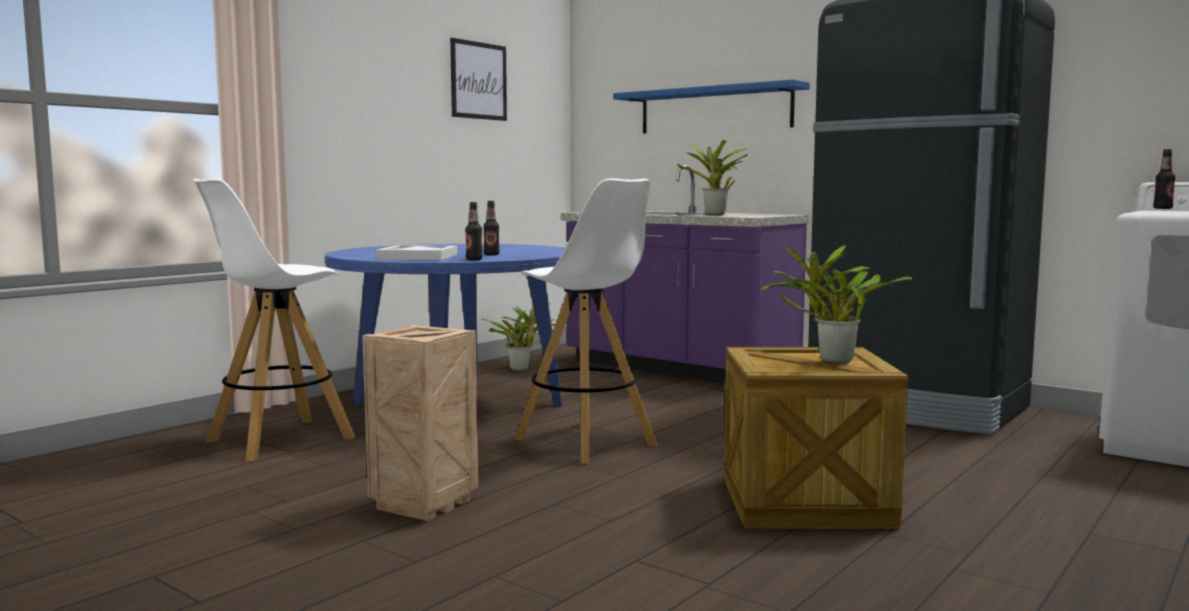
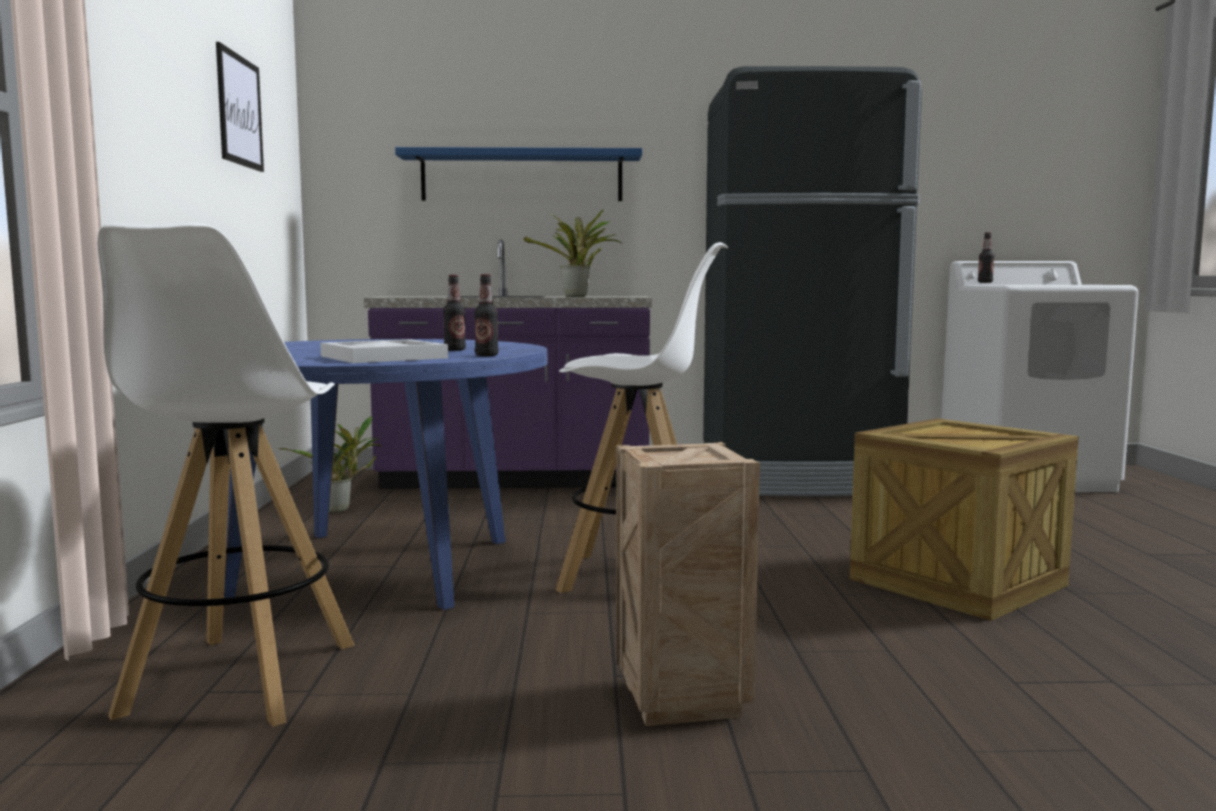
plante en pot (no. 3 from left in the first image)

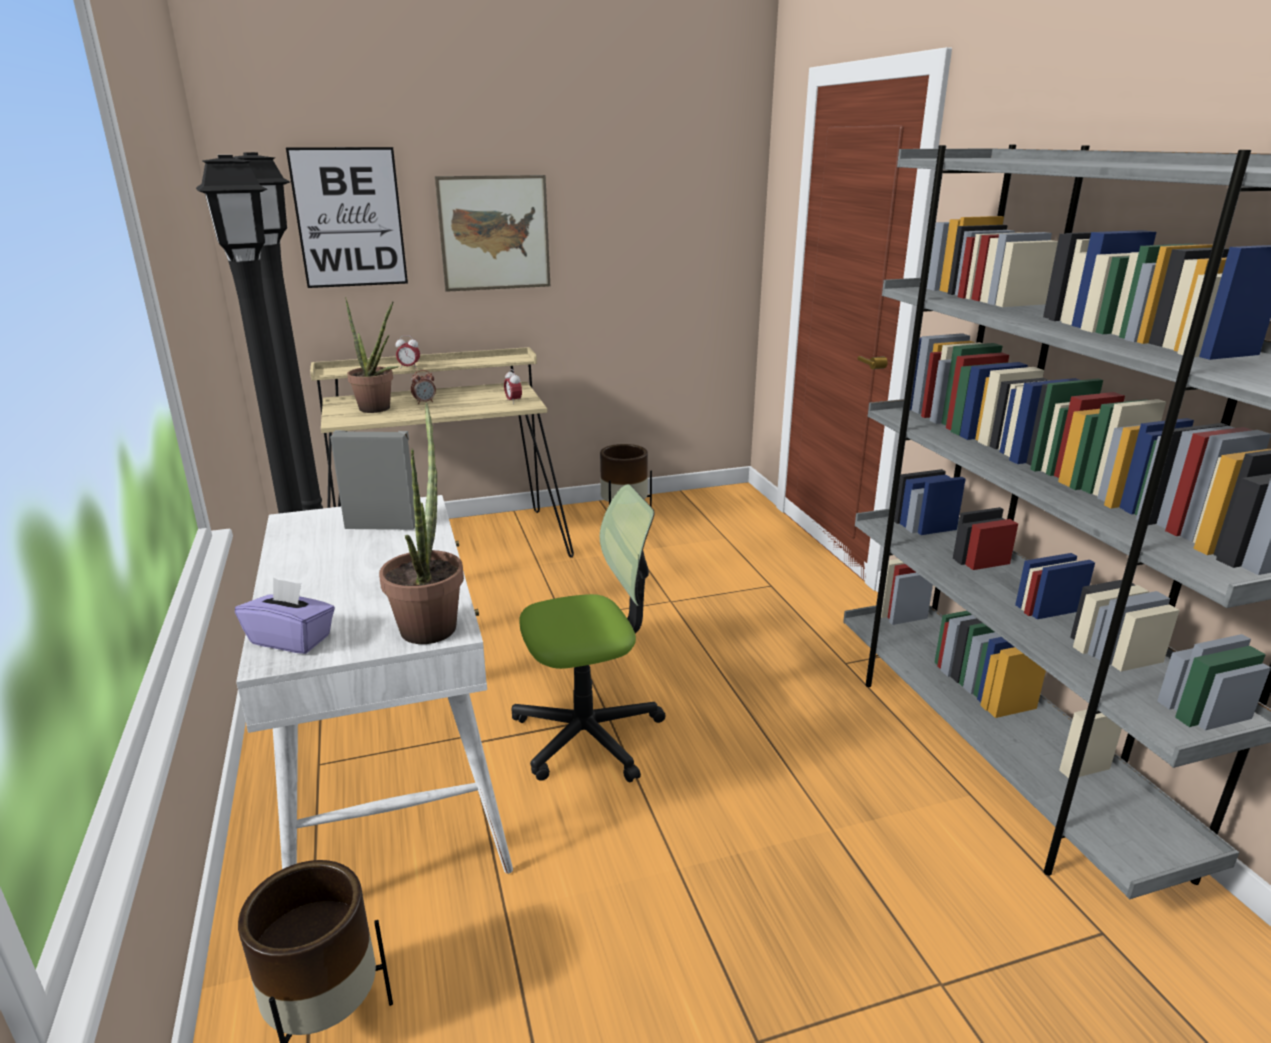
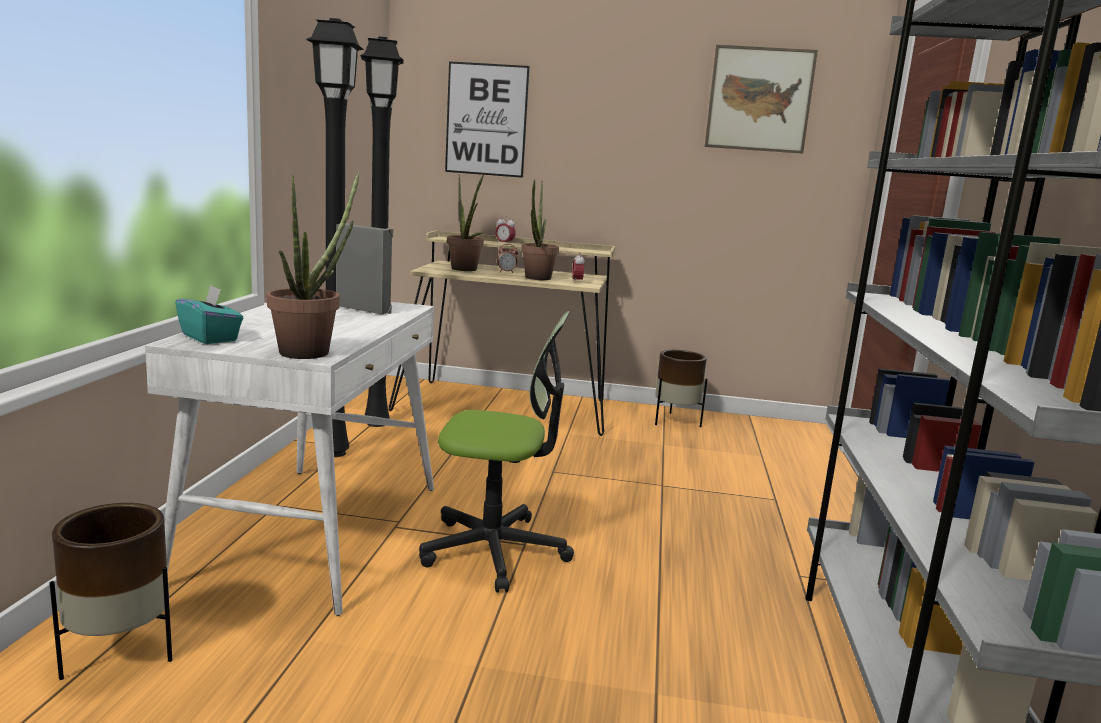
boîte à mouchoirs (turquoise)
tableau (no. 2 from left)
plante en pot (no. 3 from left)

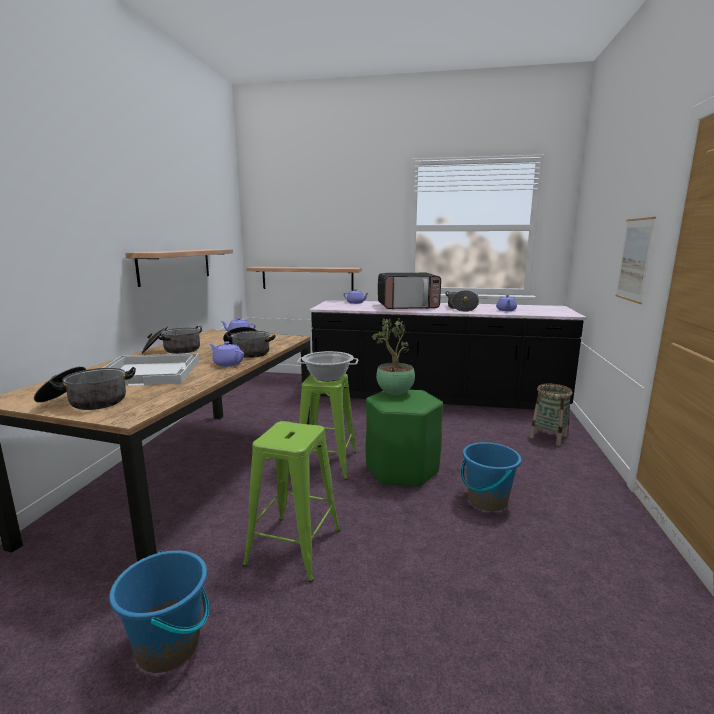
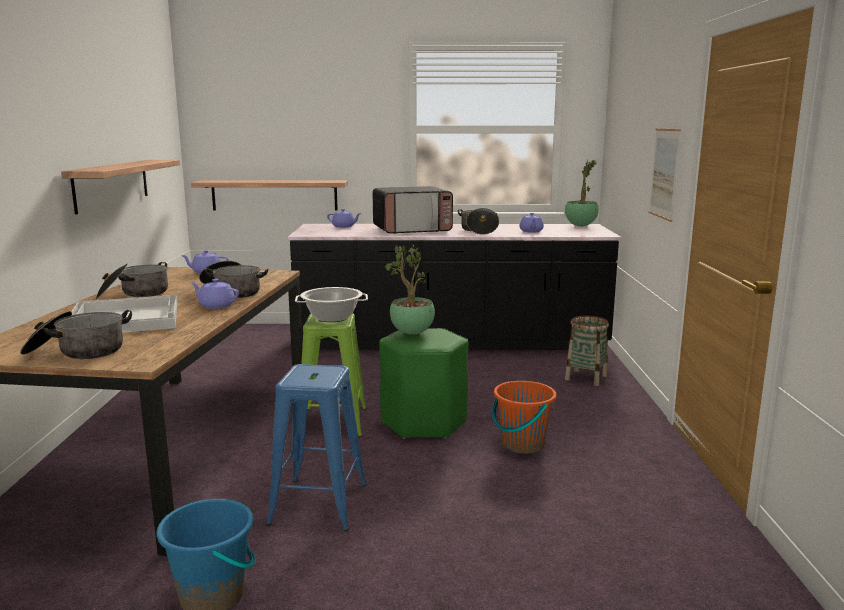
tabouret (bleu)
seau (orange)
plante en pot (no. 2 from left)

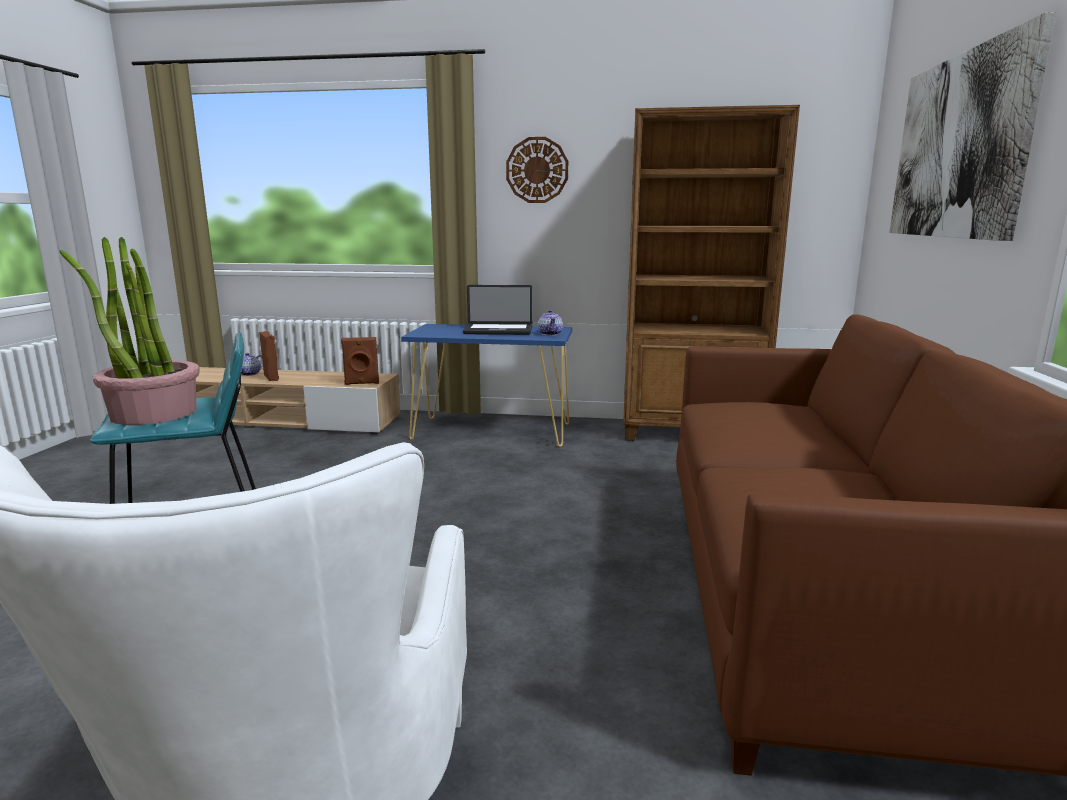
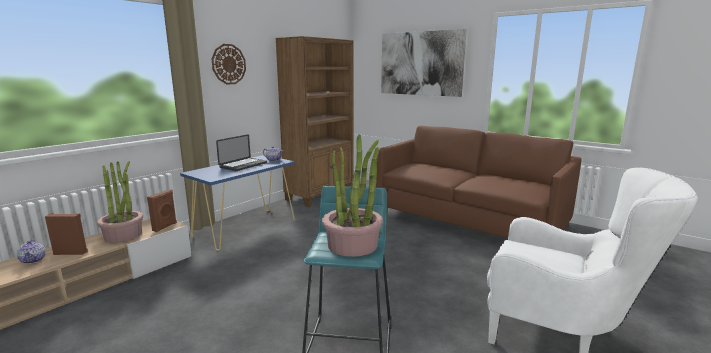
plante en pot (no. 1 from left)

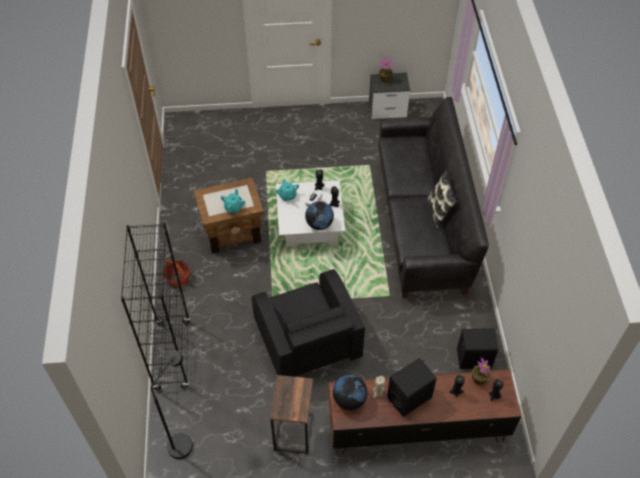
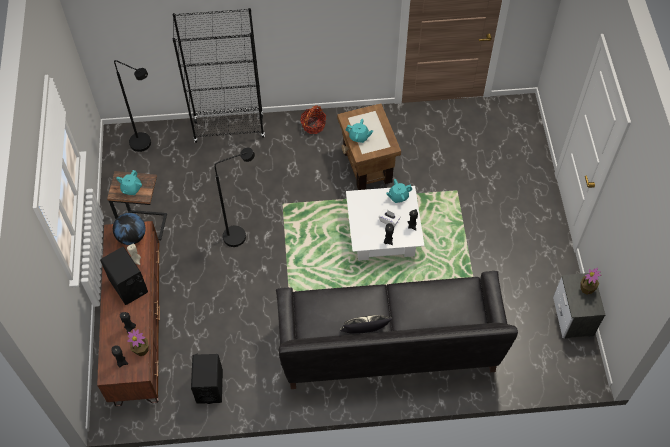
lampadaire (noir) (no. 2 from left)
globe (no. 1 from left in the first image)
théière (turquoise) (no. 1 from left)

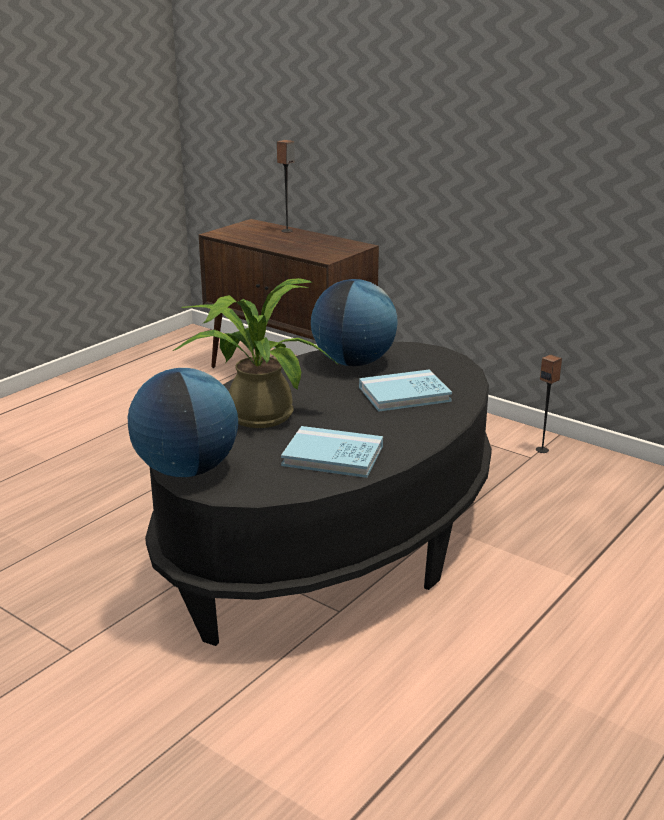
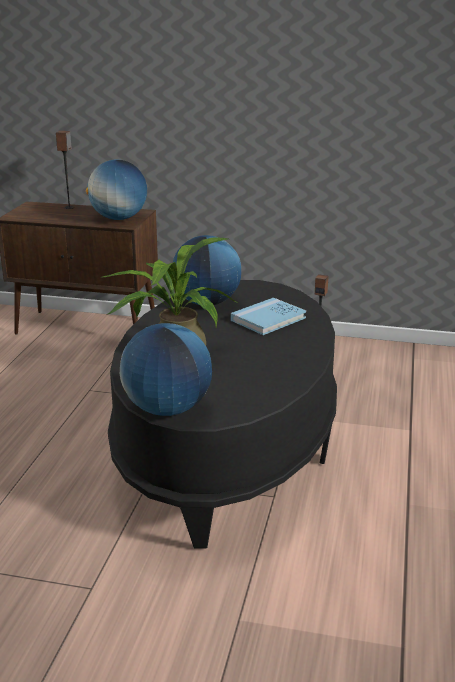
livre (bleu) (no. 1 from left in the first image)
globe (no. 1 from left)

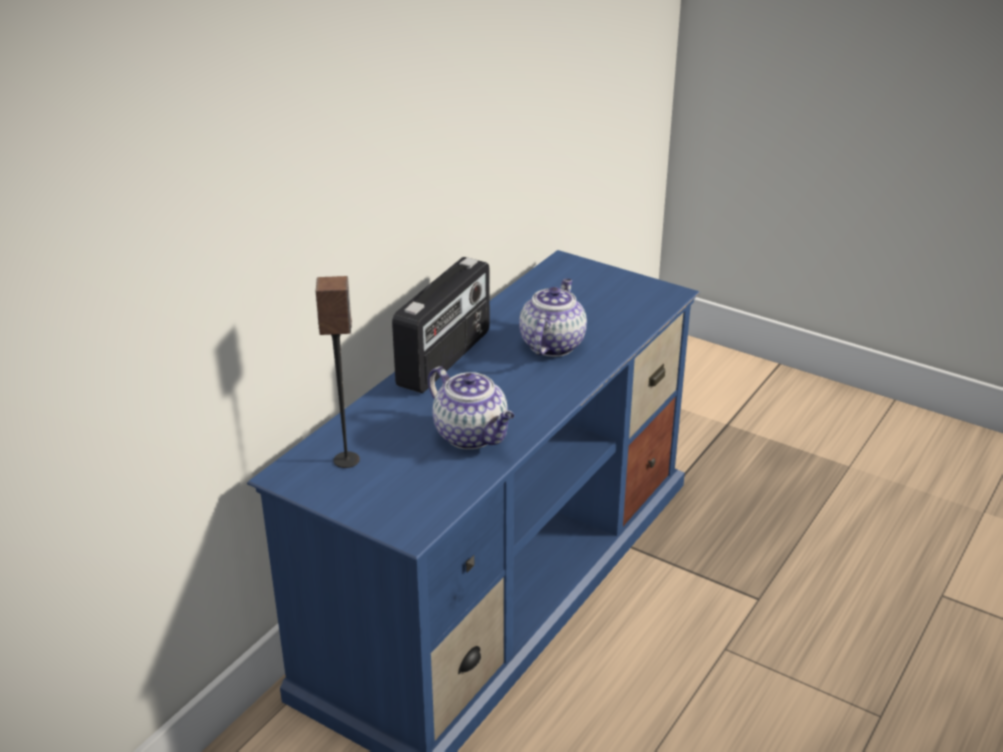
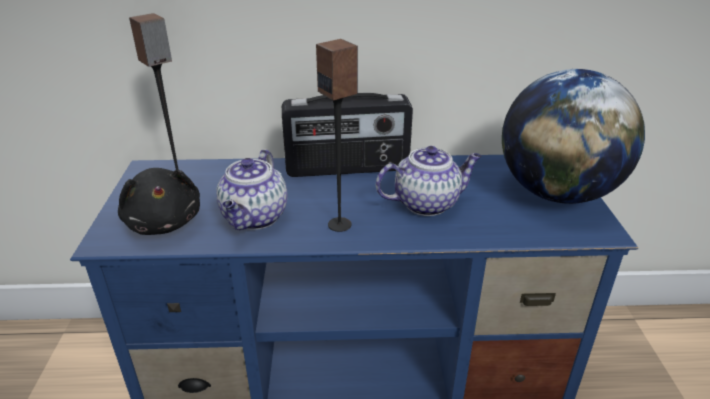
peluche (noir)
enceinte (no. 2 from left)
globe

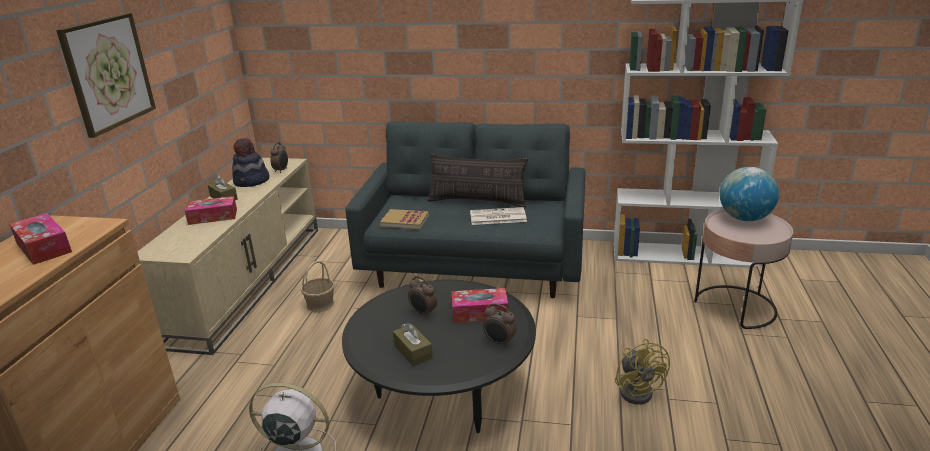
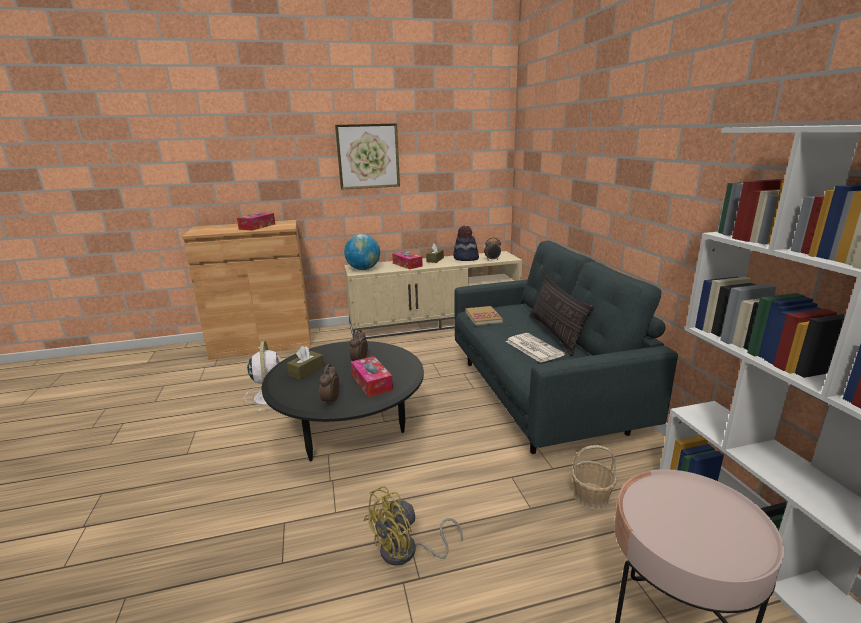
panier
globe

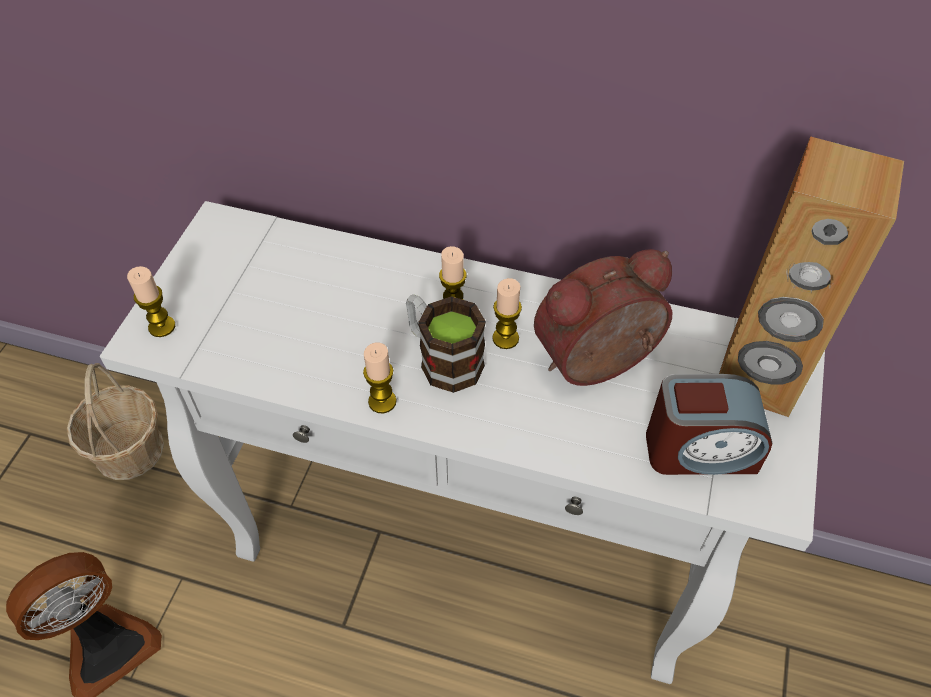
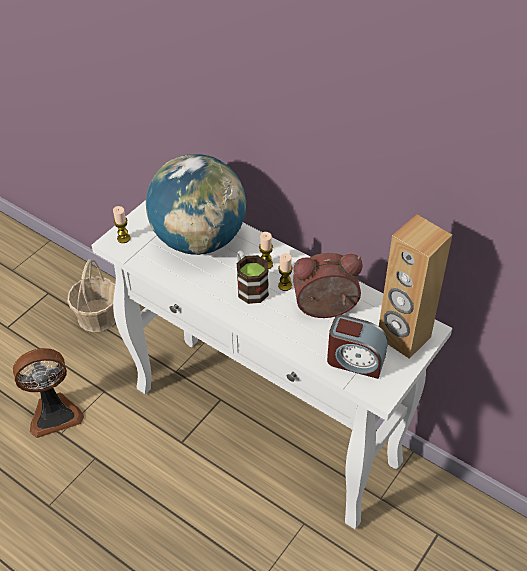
bougie (no. 2 from left in the first image)
globe

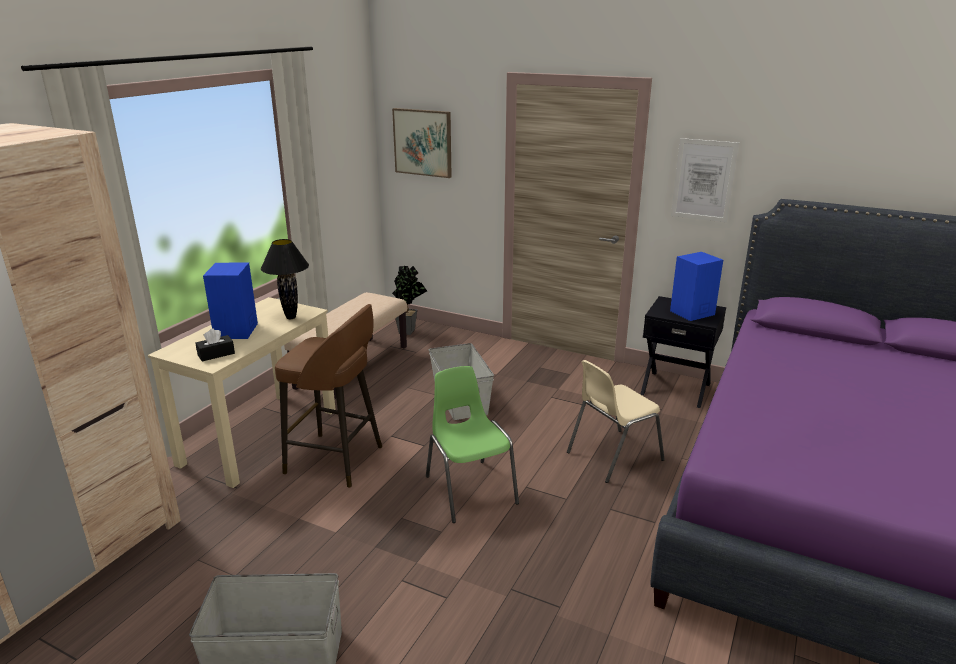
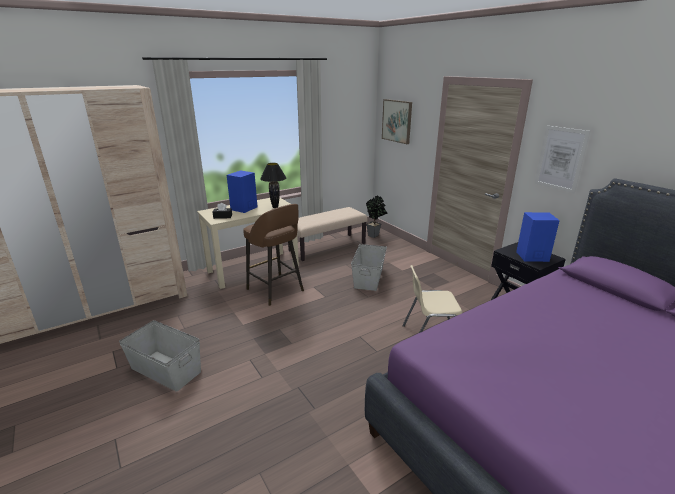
chaise (vert)

